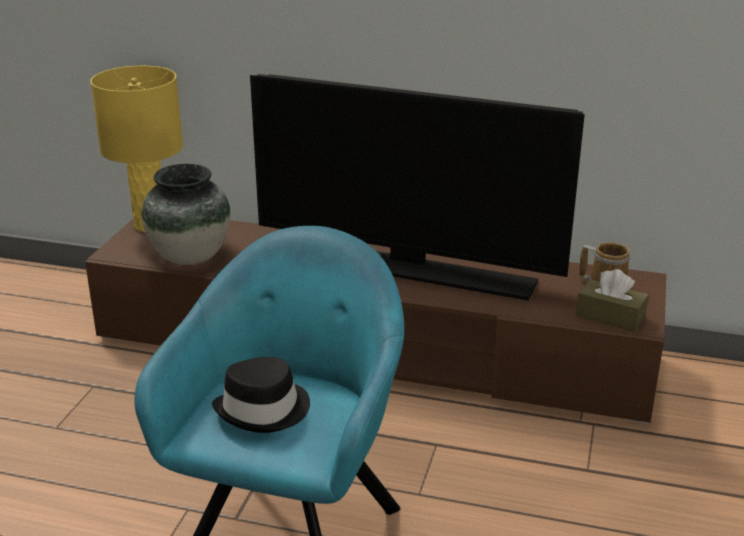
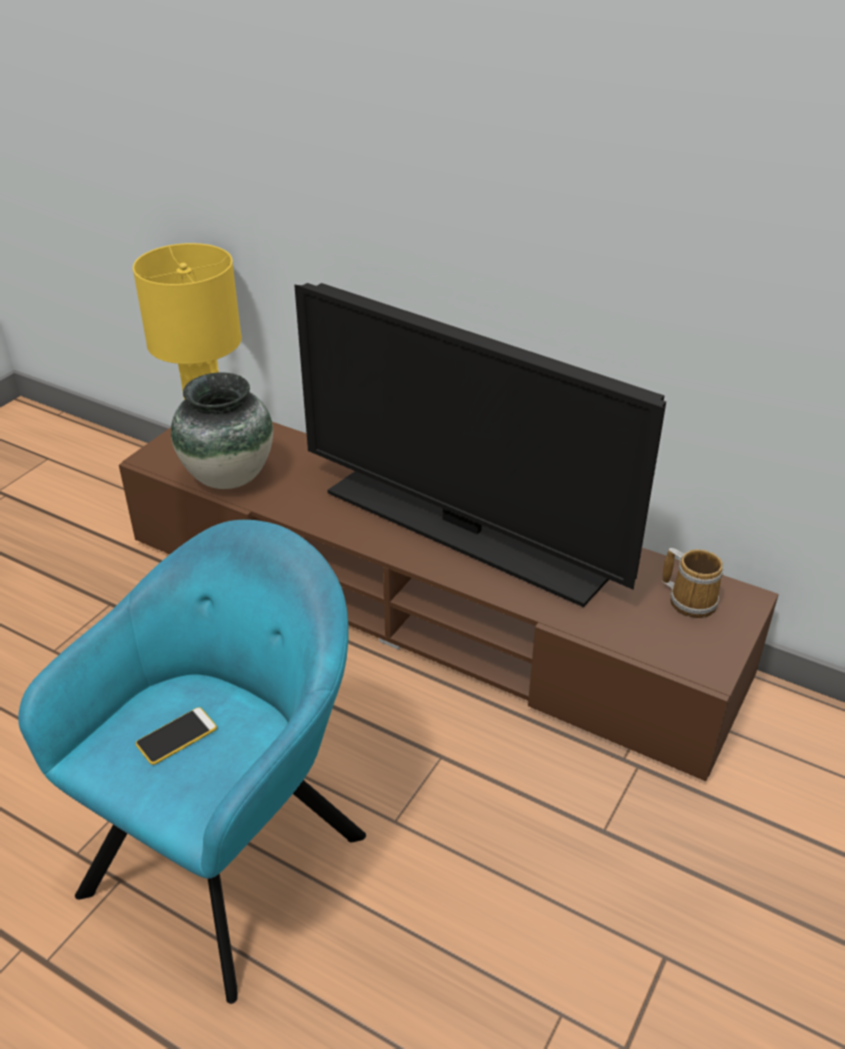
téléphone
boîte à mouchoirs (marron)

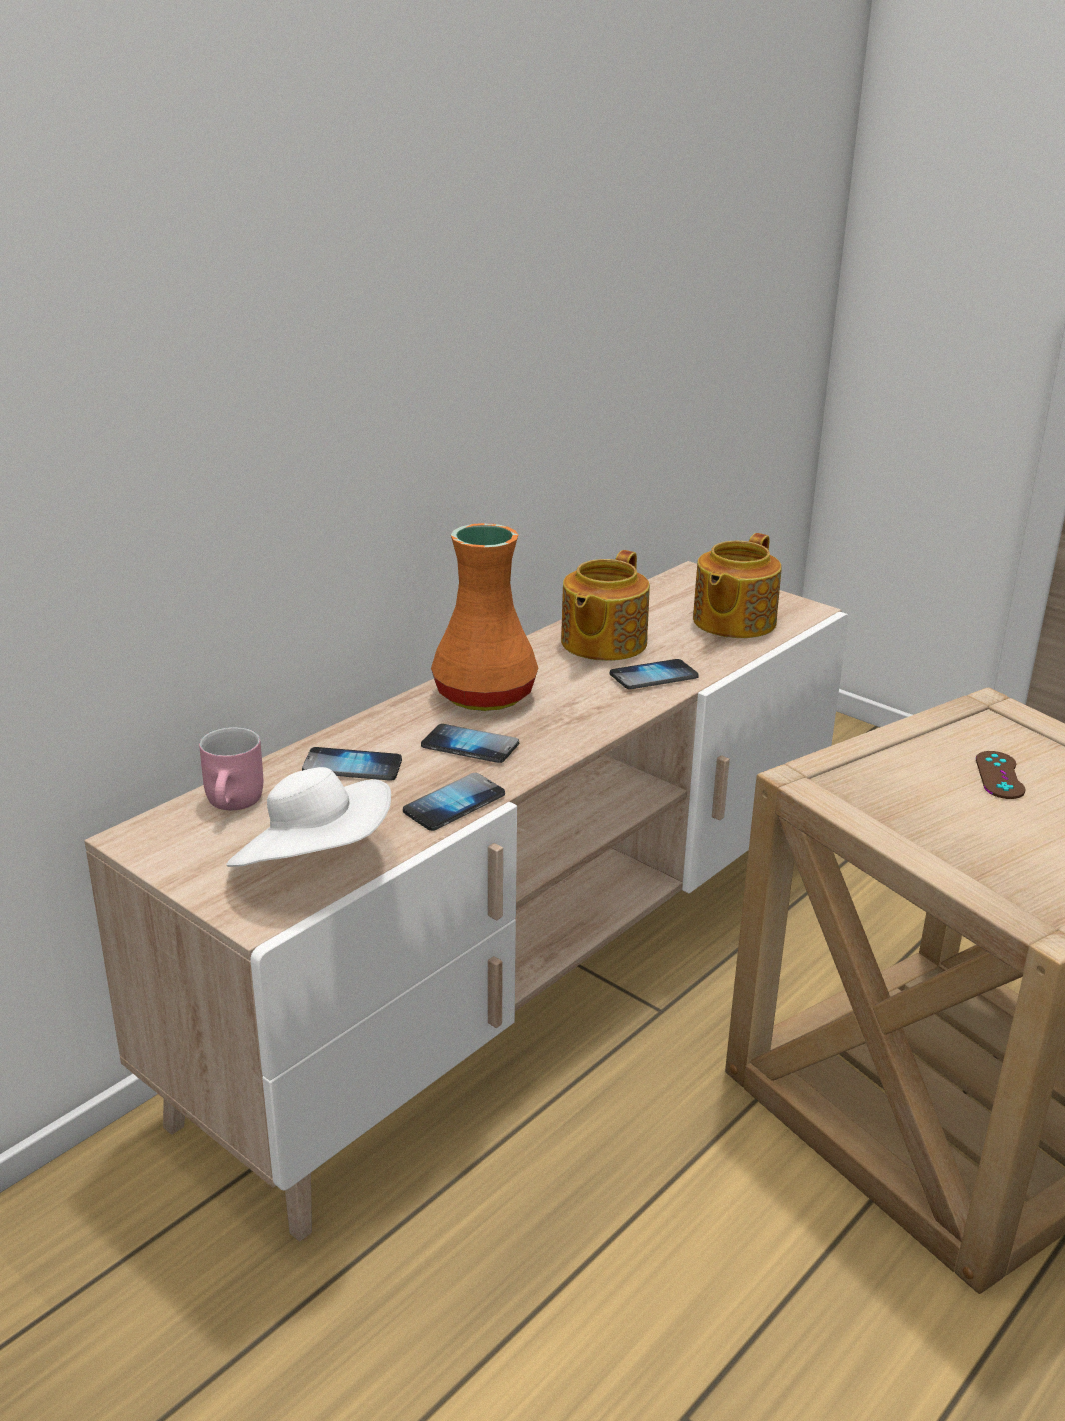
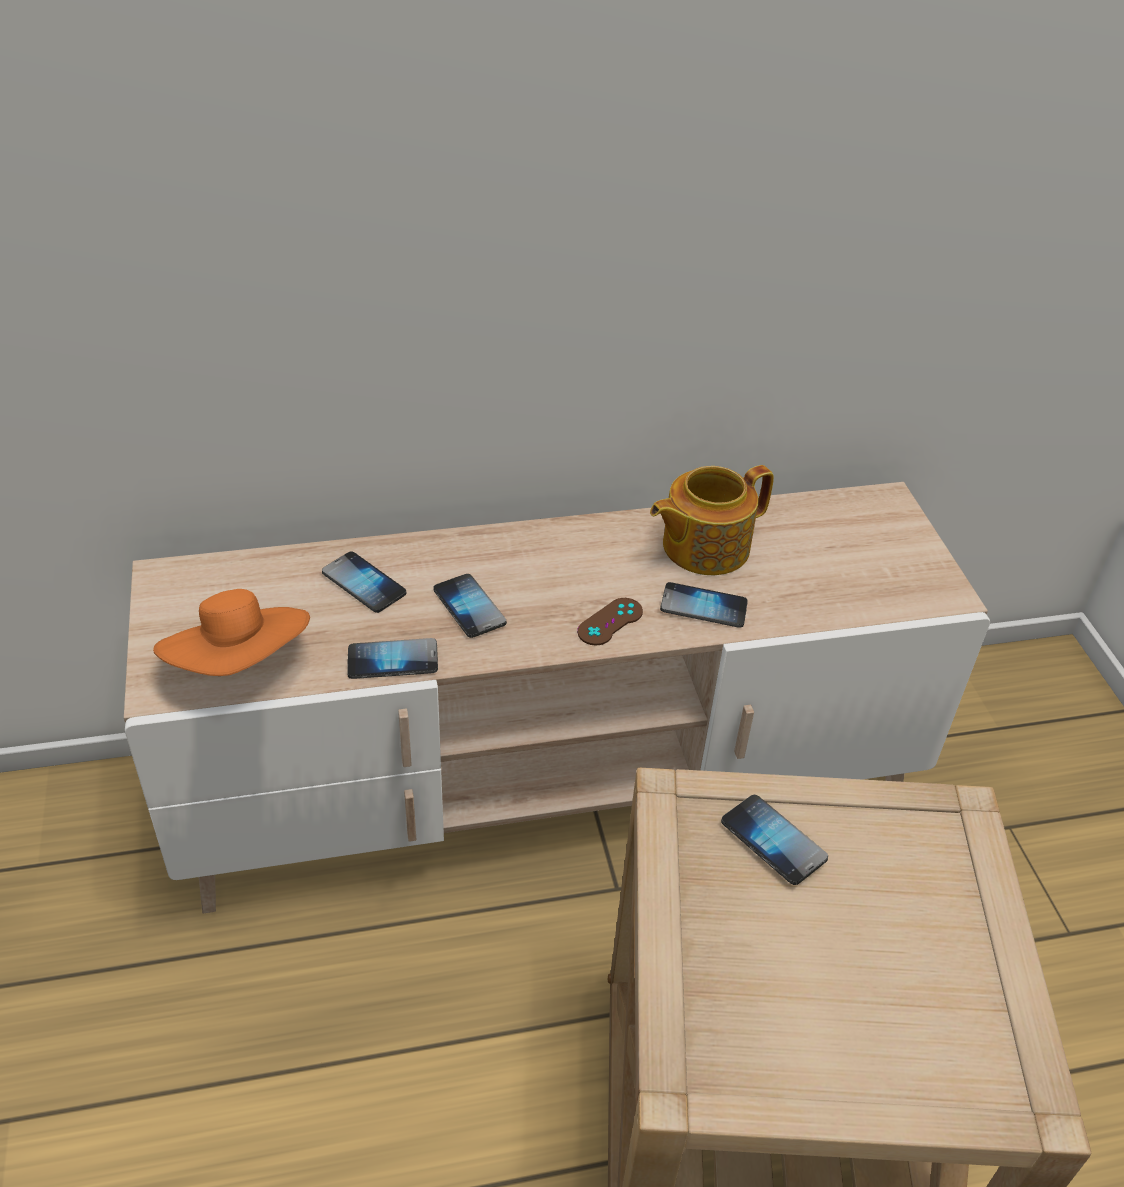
mug (rose)
chapeau (orange)
vase (orange)
théière (no. 2 from left in the first image)
manette (marron)
téléphone (no. 5 from left)

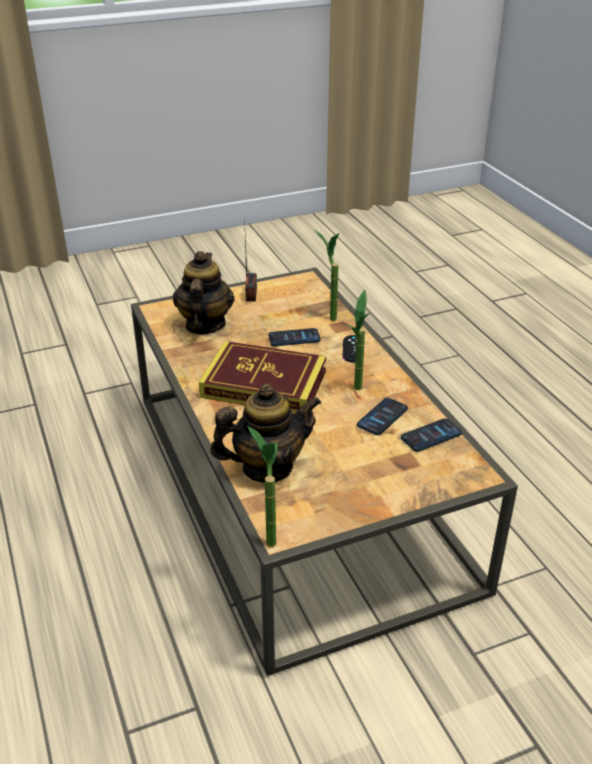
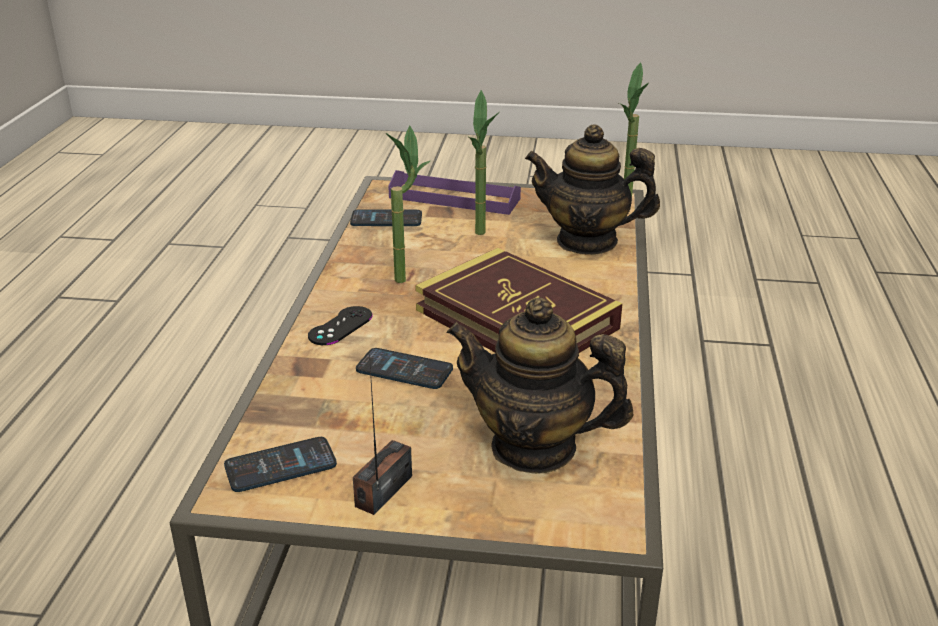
théière (no. 1 from left)
plante en pot (no. 2 from left)
téléphone (no. 1 from left)
plateau (violet)

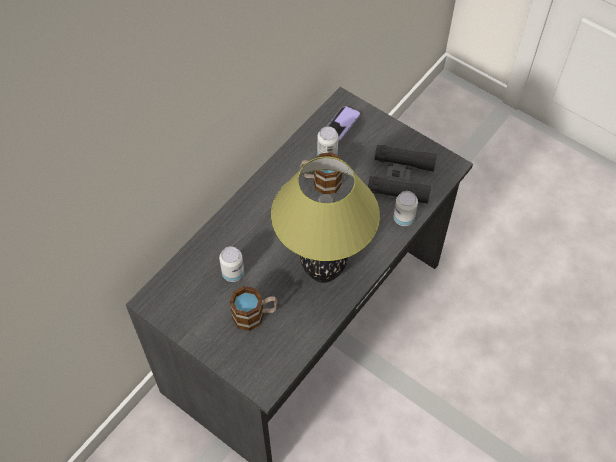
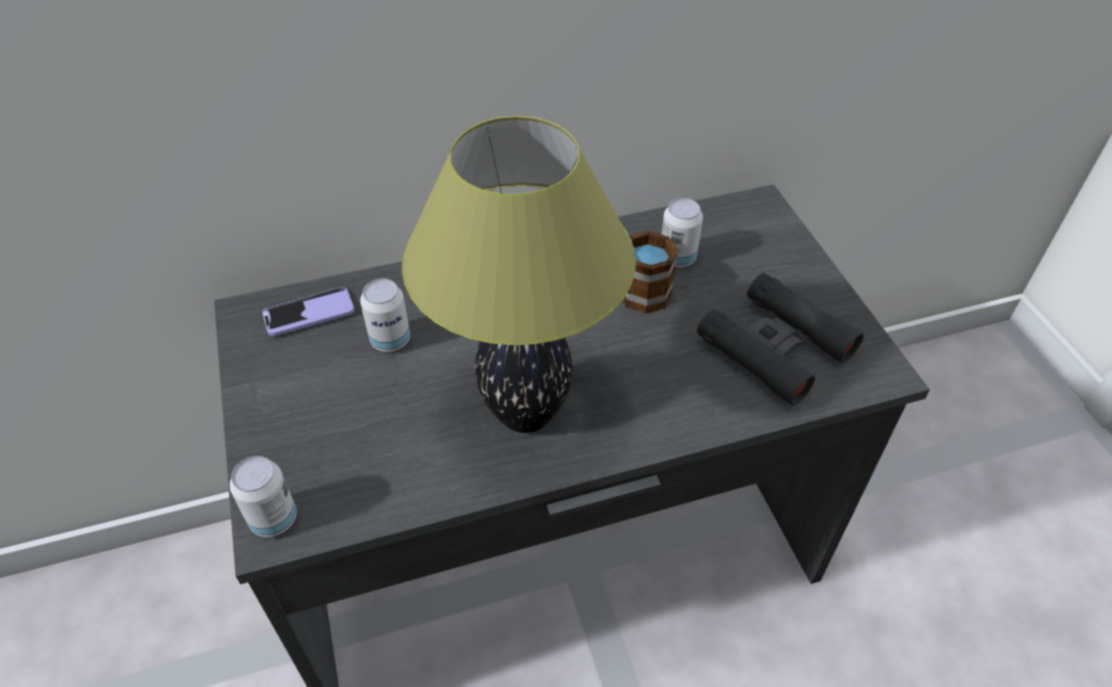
mug (no. 1 from left in the first image)
téléphone
boîte métallique (no. 1 from left)

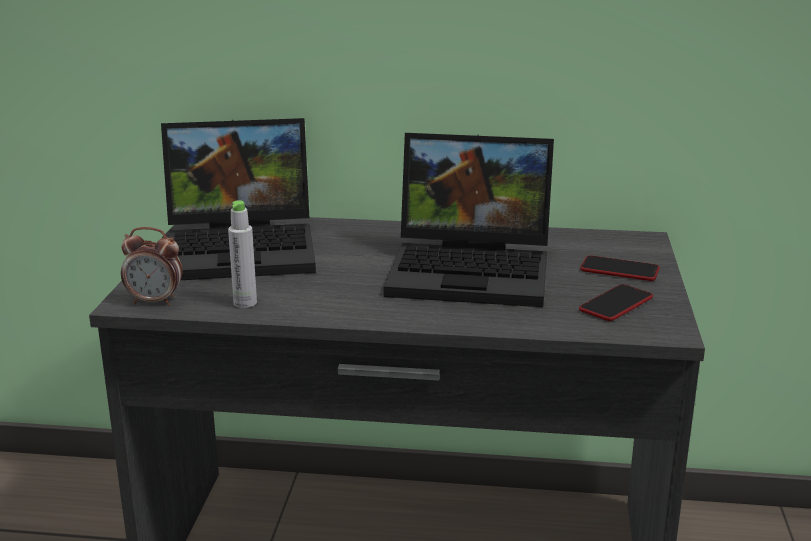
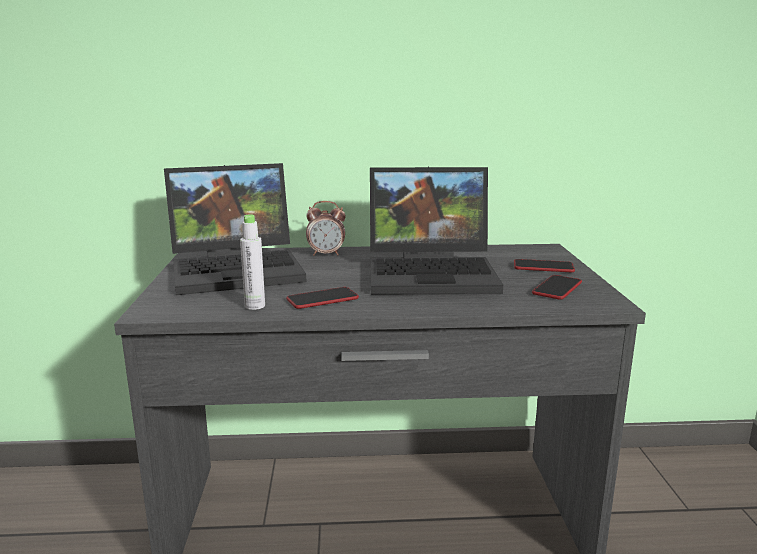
réveil
téléphone (no. 1 from left)

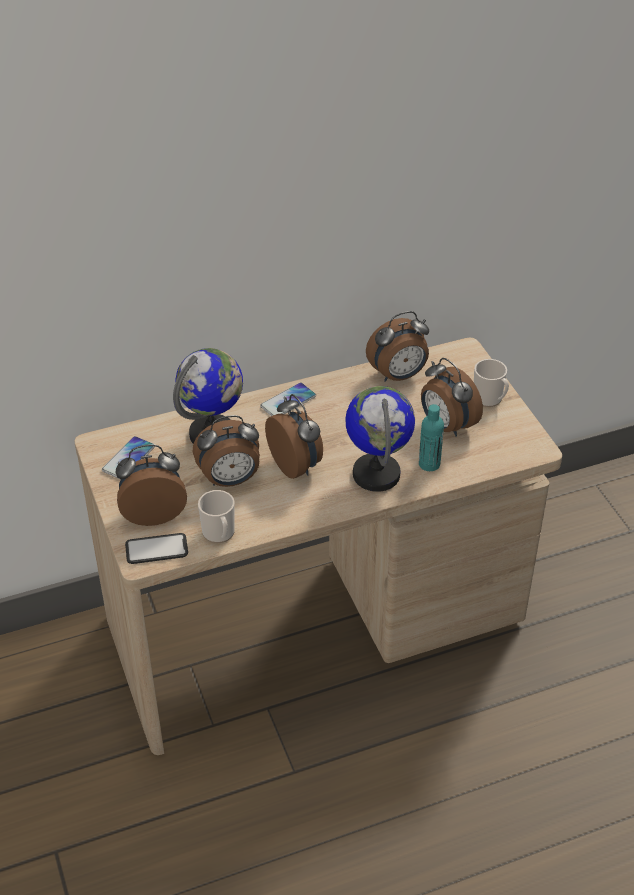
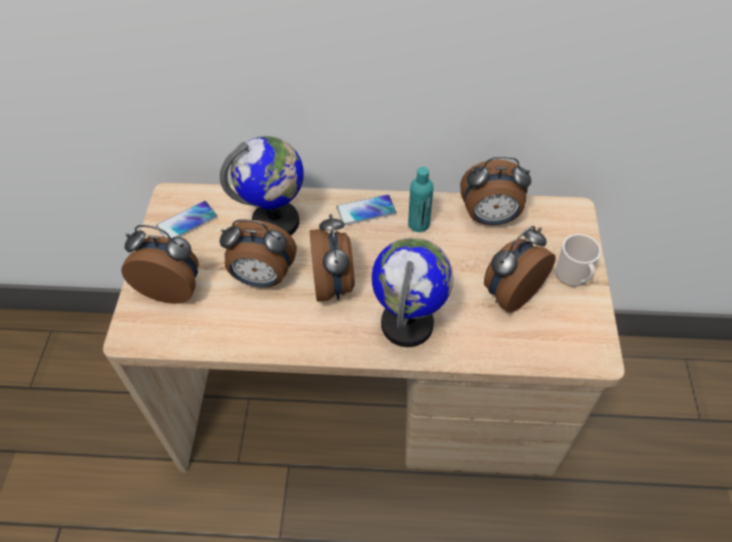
téléphone (no. 2 from left in the first image)
mug (no. 1 from left in the first image)
bouteille (turquoise)
réveil (no. 5 from left)

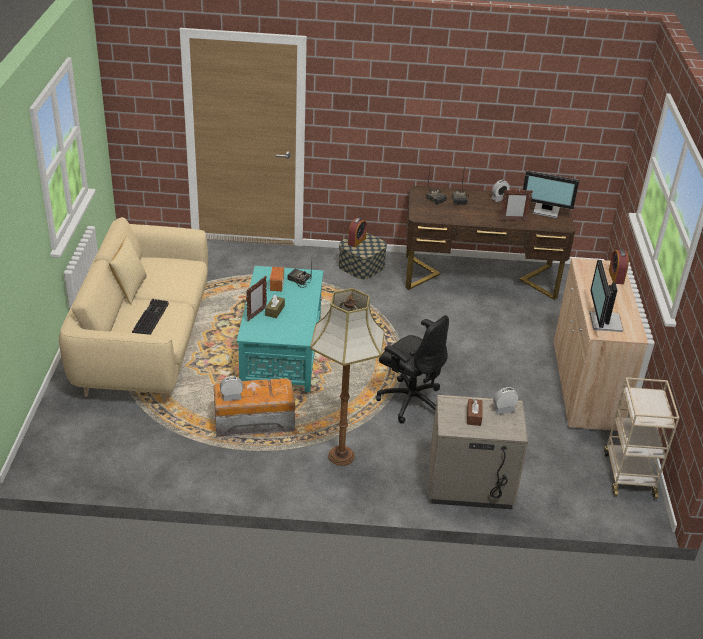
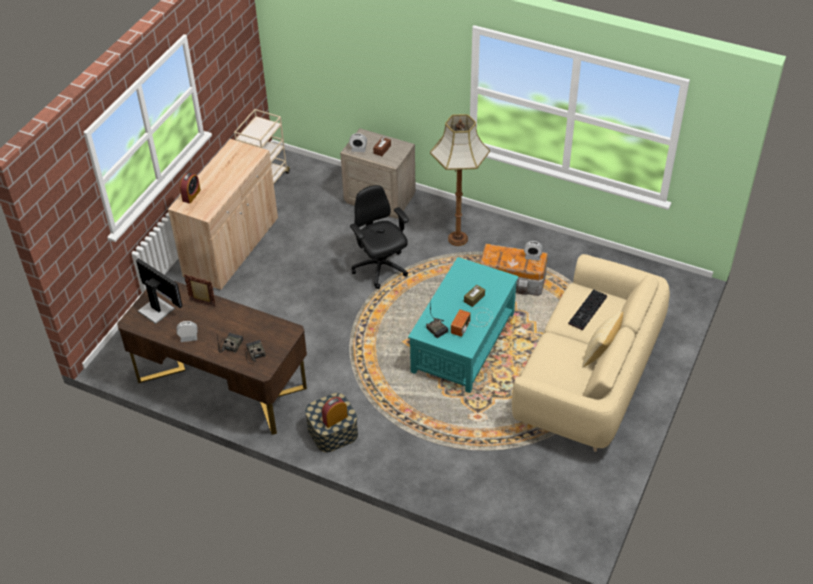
cadre photo (no. 1 from left in the first image)
écran d'ordinateur (no. 2 from left in the first image)

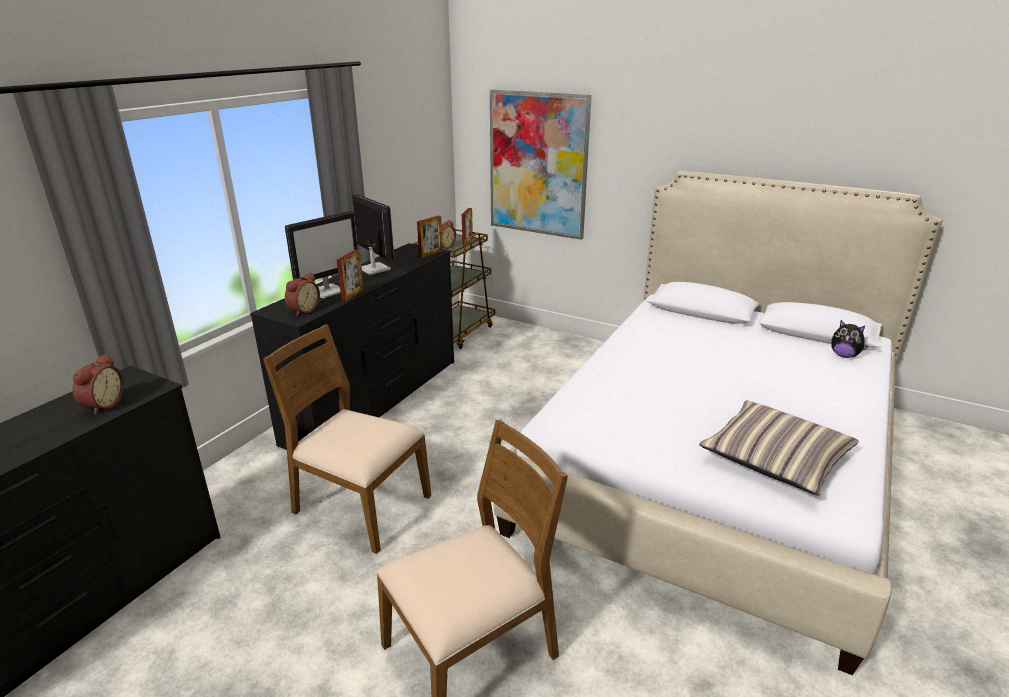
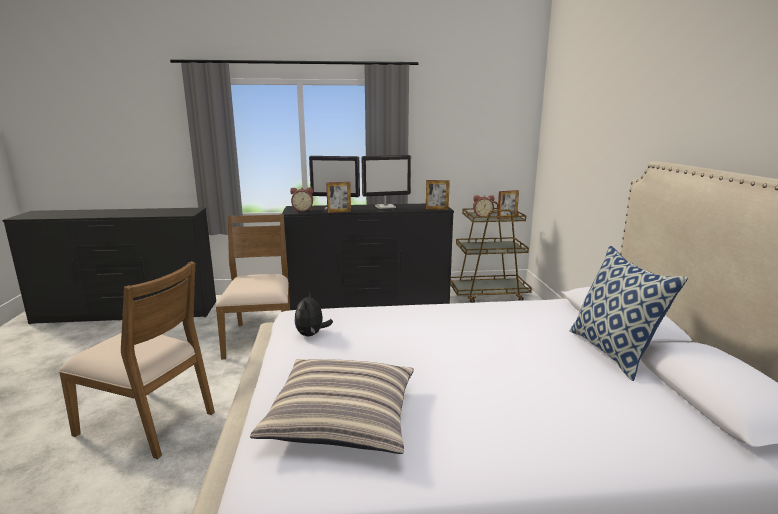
réveil (no. 1 from left in the first image)
écran d'ordinateur (no. 2 from left)
tableau
peluche
coussin (no. 2 from left)

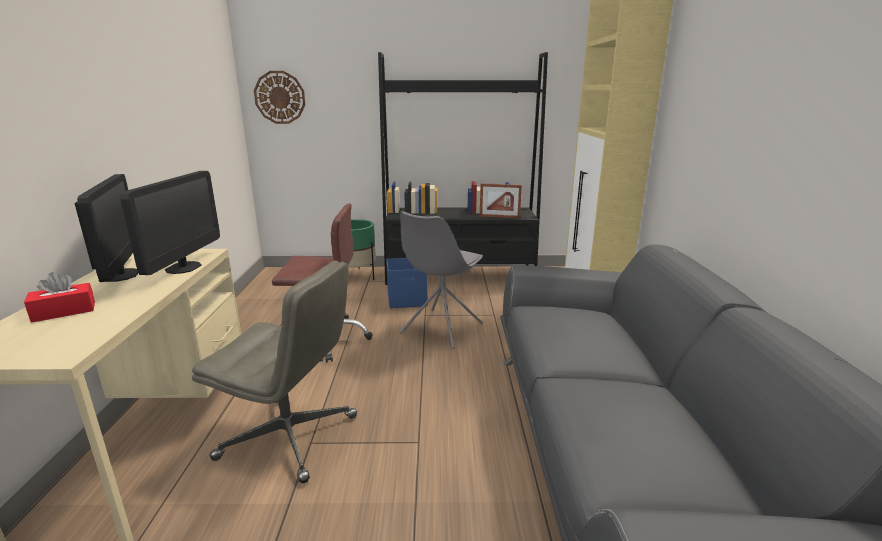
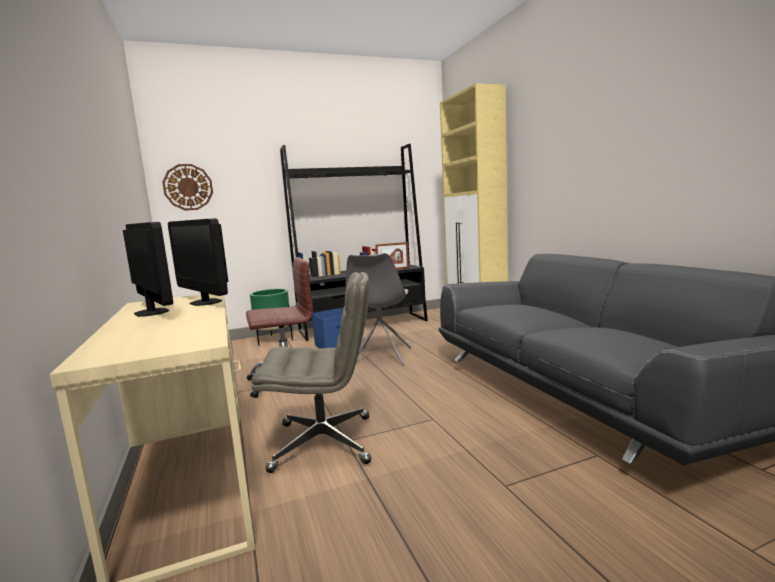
boîte à mouchoirs (rouge)
écran d'ordinateur (no. 2 from left)

